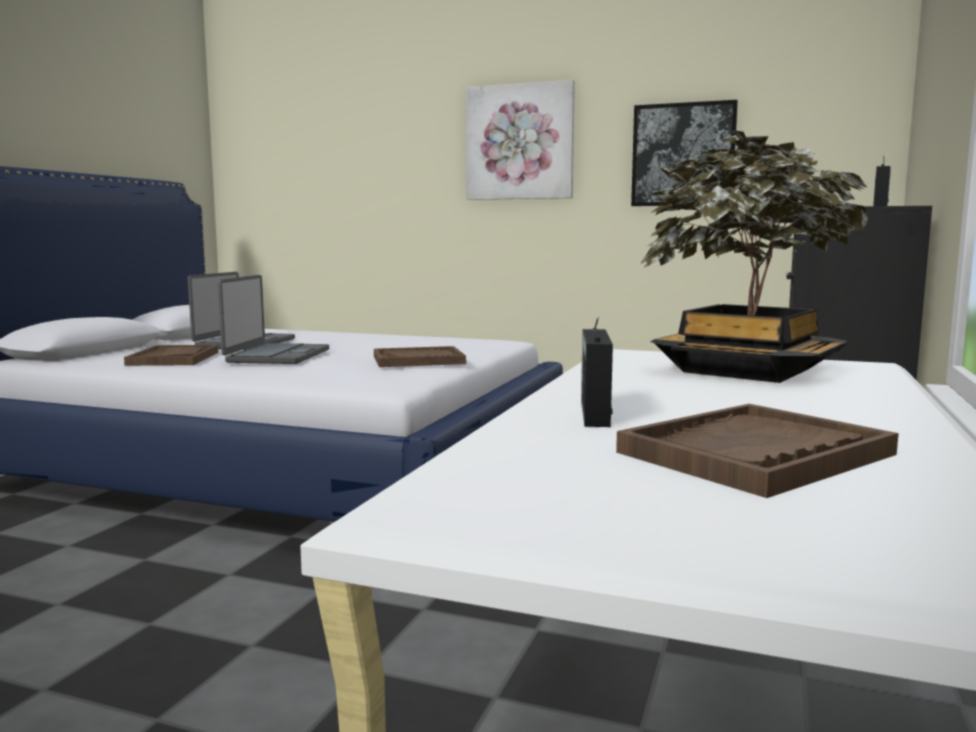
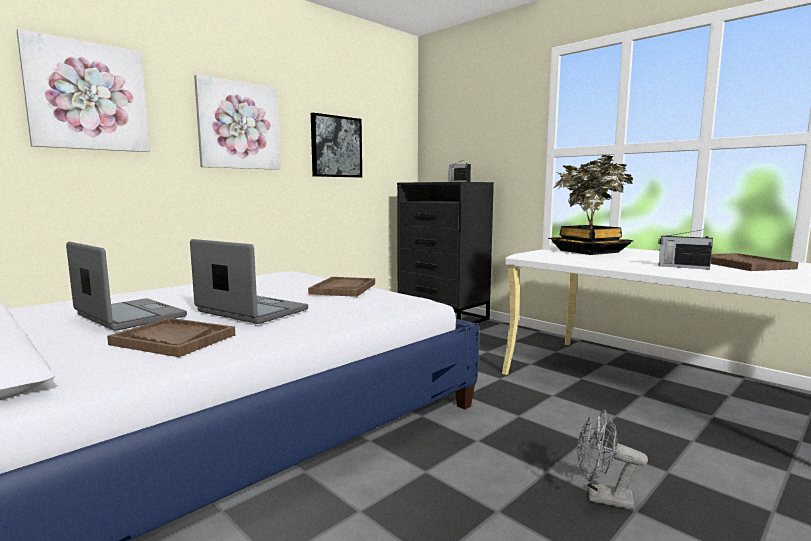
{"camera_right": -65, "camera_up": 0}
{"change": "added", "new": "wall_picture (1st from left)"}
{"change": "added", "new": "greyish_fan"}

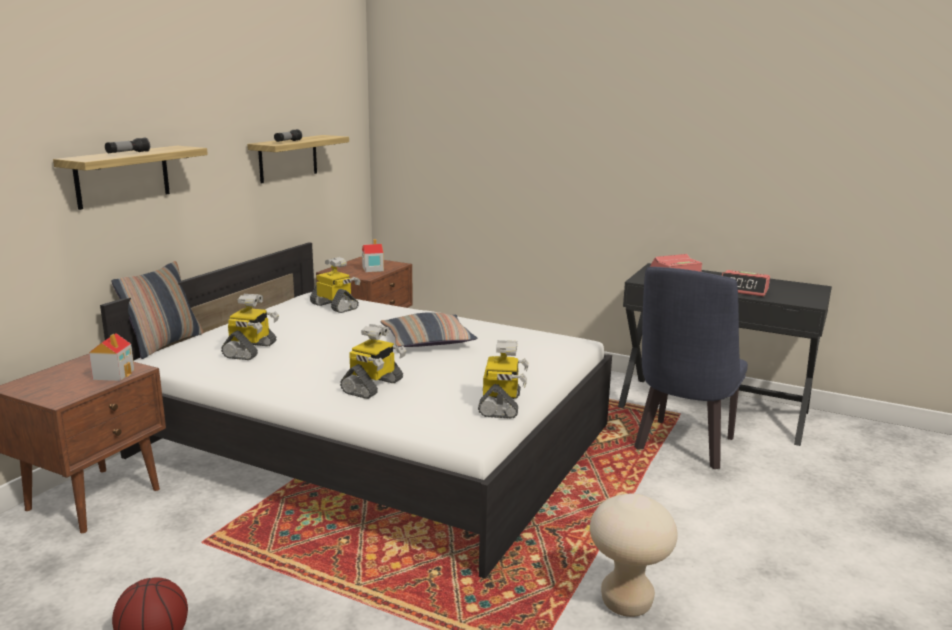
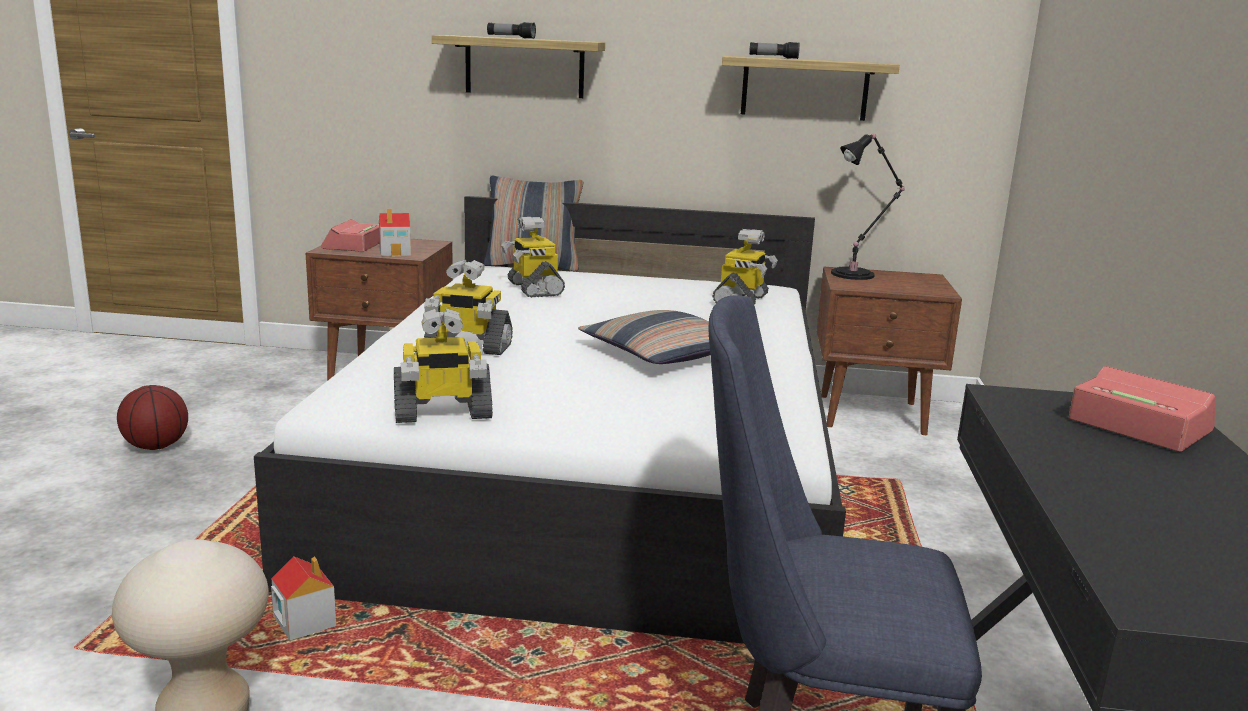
{"camera_right": 70, "camera_up": 0}
{"change": "moved", "old": "miniature_house (2nd from left in the first image)", "new": "miniature_house (1st from left)"}
{"change": "moved", "old": "table_clock (2nd from left in the first image)", "new": "table_clock (1st from left)"}
{"change": "turned", "old": "robot_figure (1st from left in the first image)", "degrees": 75}
{"change": "added", "new": "blackish_tabletop_lamp"}

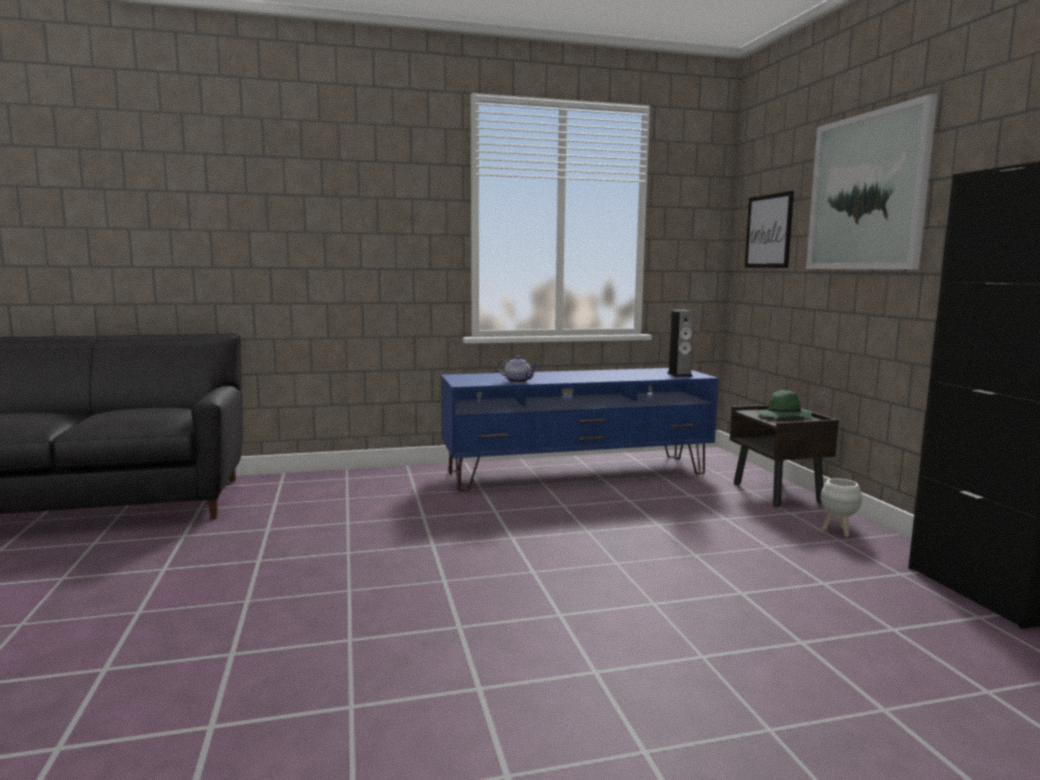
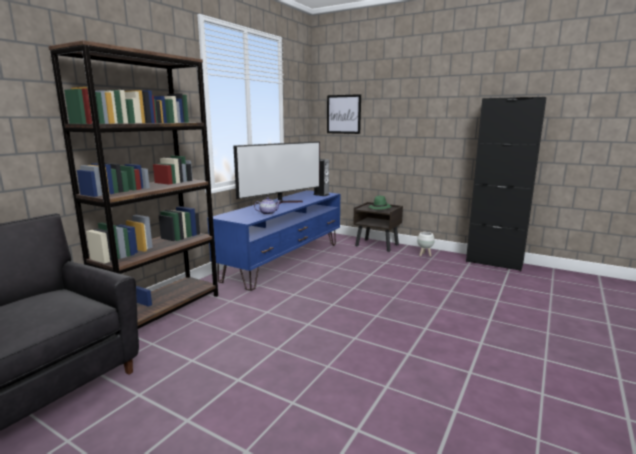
{"camera_right": -45, "camera_up": 5}
{"change": "removed", "old": "wall_picture (2nd from left)"}
{"change": "added", "new": "brown-coloured_bookcase"}
{"change": "added", "new": "TV_set"}

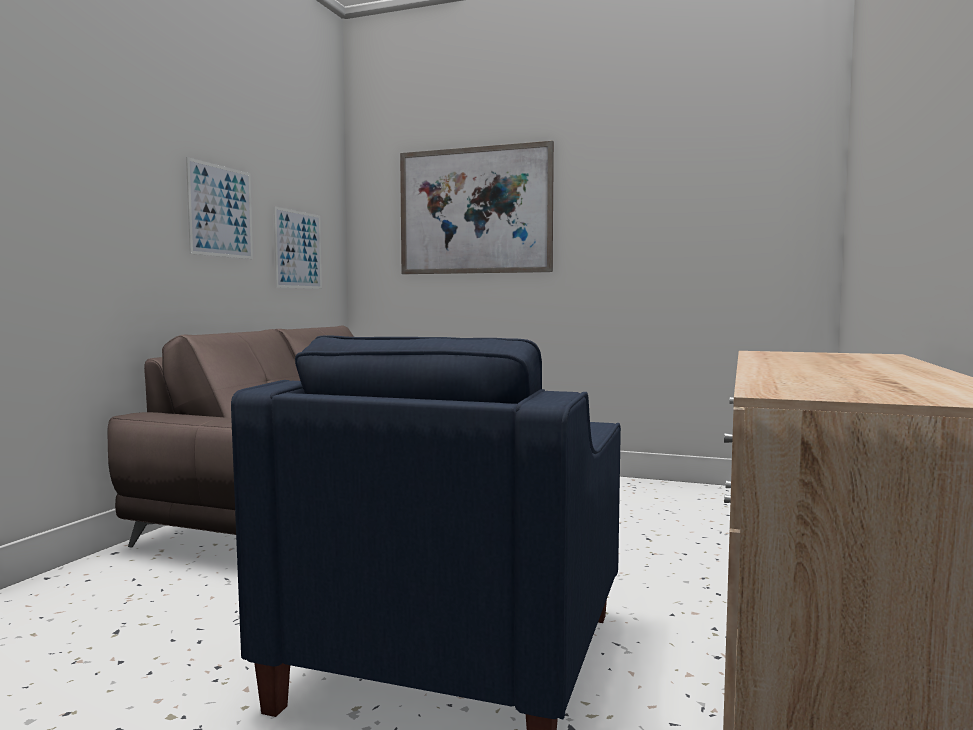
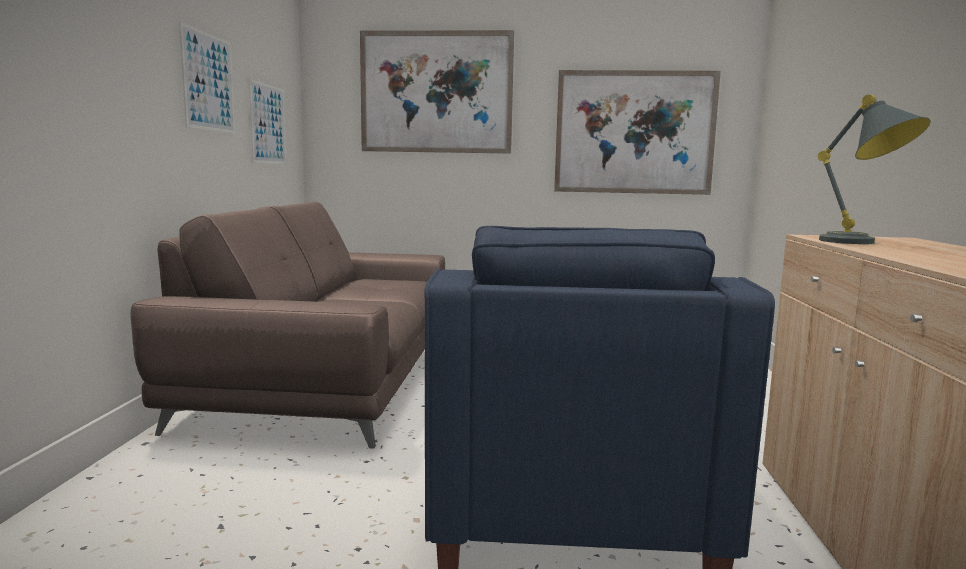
{"camera_right": -15, "camera_up": 5}
{"change": "added", "new": "wall_picture (4th from left)"}
{"change": "added", "new": "greyish_tabletop_lamp"}

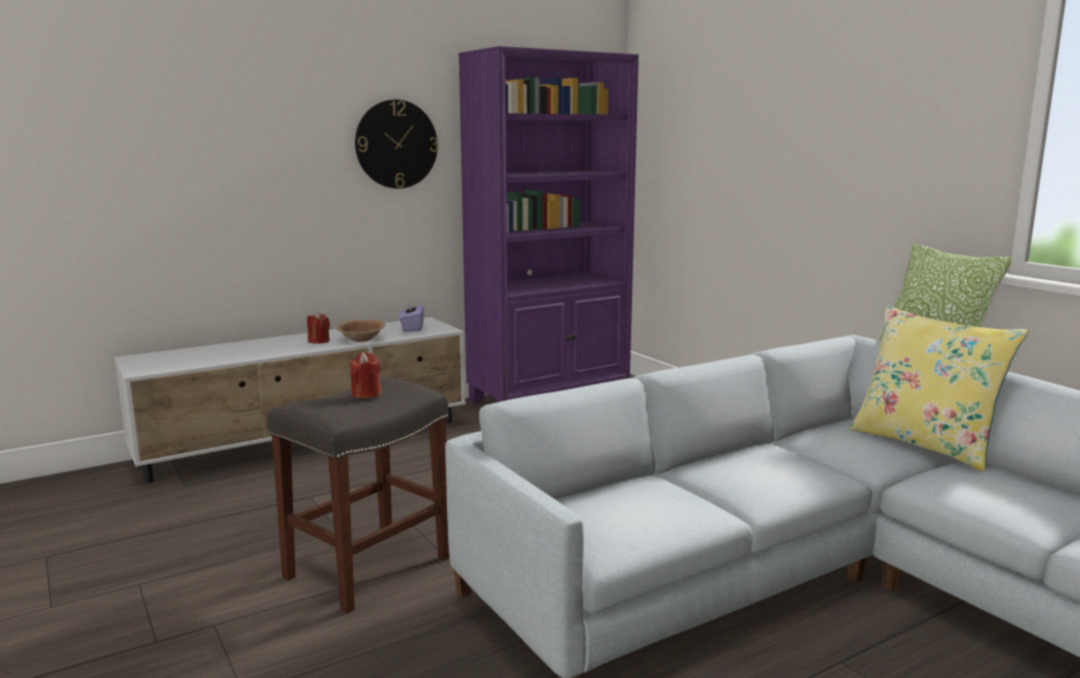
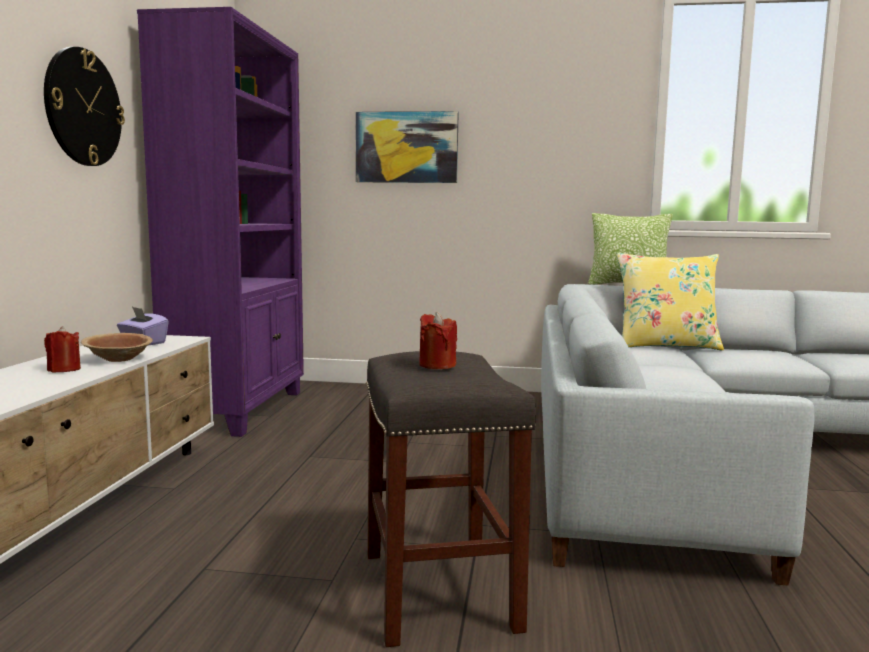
{"camera_right": -50, "camera_up": -5}
{"change": "added", "new": "wall_picture"}

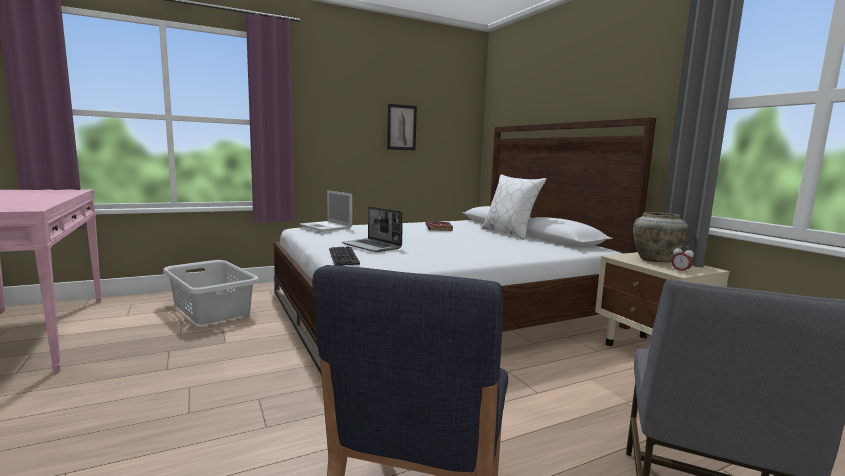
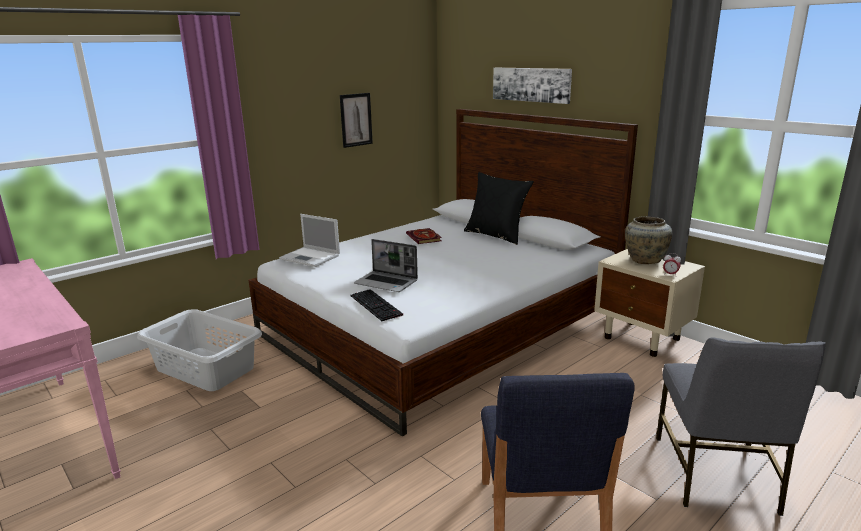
{"camera_right": -15, "camera_up": 10}
{"change": "recoloured", "old": "white_pillow", "new": "blackish_pillow"}
{"change": "added", "new": "wall_picture (2nd from left)"}

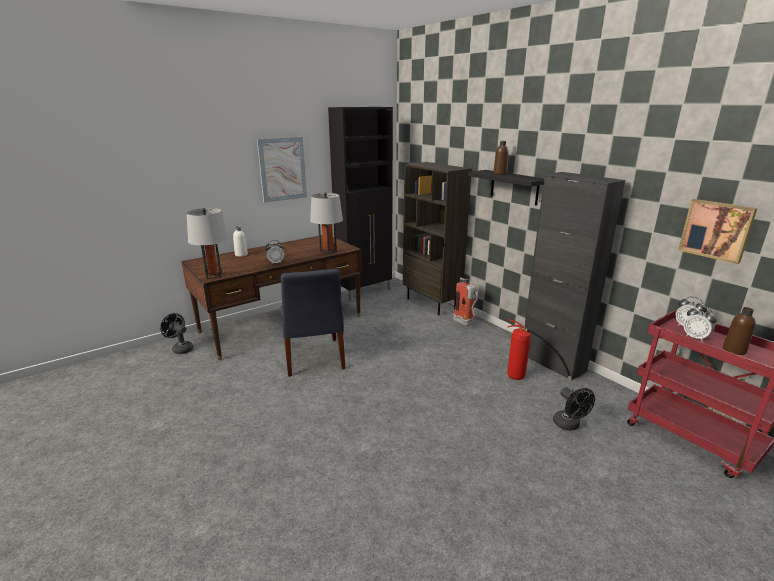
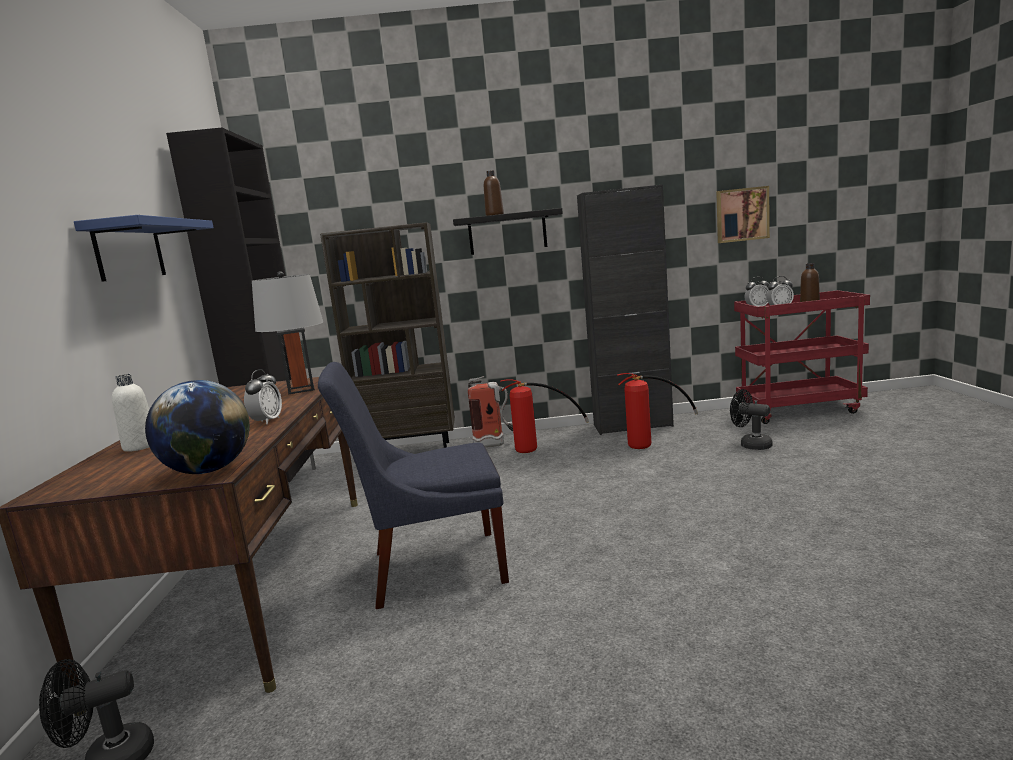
{"camera_right": -55, "camera_up": -10}
{"change": "replaced", "old": "wall_picture (1st from left)", "new": "blue-coloured_wall_shelf"}
{"change": "replaced", "old": "greyish_tabletop_lamp (1st from left)", "new": "globe"}
{"change": "turned", "old": "blue-coloured_chair", "degrees": 150}
{"change": "turned", "old": "blackish_fan (2nd from left)", "degrees": -150}
{"change": "added", "new": "extinguisher (2nd from left)"}

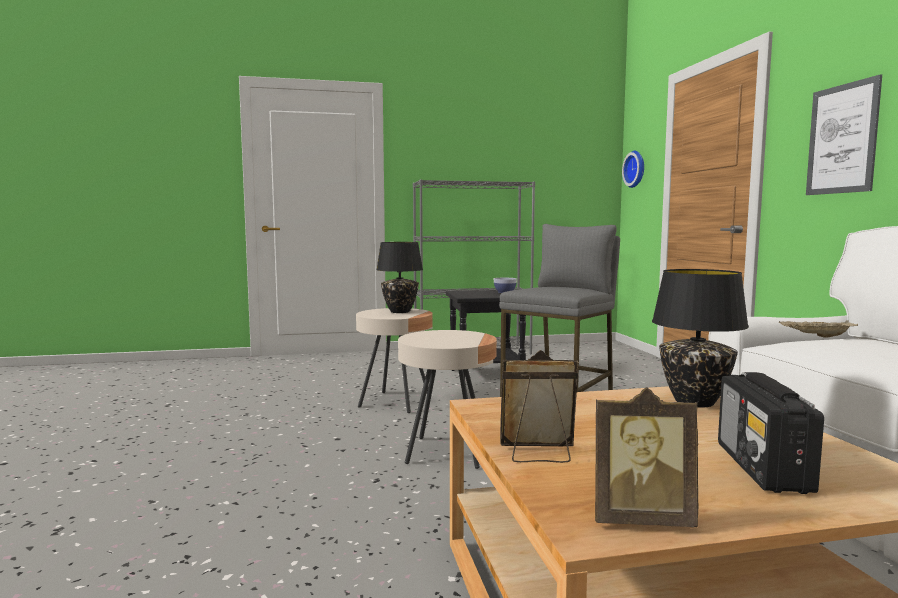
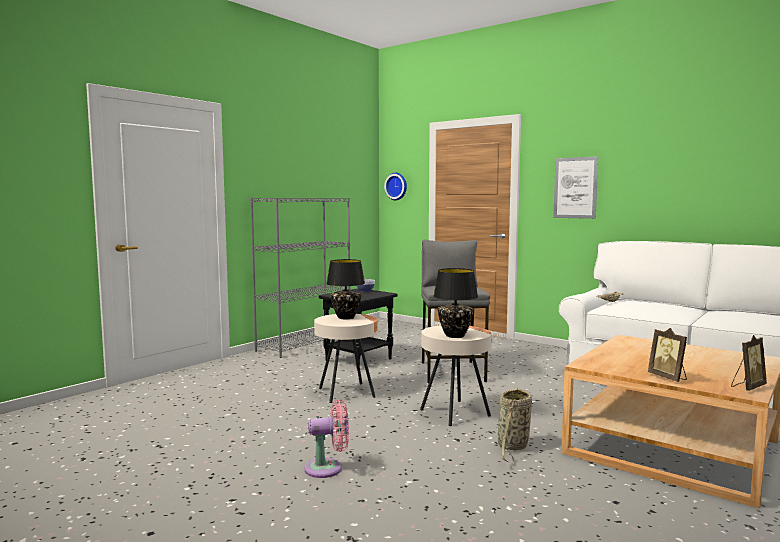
{"camera_right": -40, "camera_up": 0}
{"change": "moved", "old": "blackish_tabletop_lamp (2nd from left)"}
{"change": "turned", "old": "photo_frame (1st from left)", "degrees": -75}
{"change": "removed", "old": "radio_set"}
{"change": "added", "new": "household_basket"}
{"change": "added", "new": "pink-coloured_fan"}

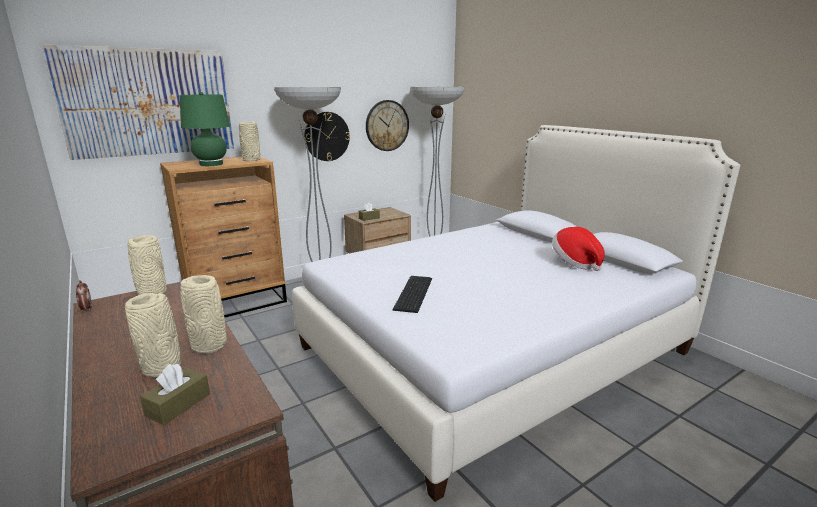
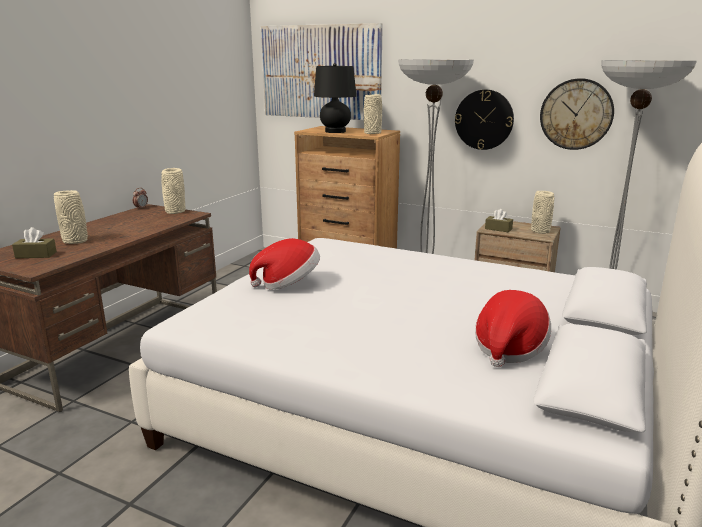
{"camera_right": 60, "camera_up": 0}
{"change": "recoloured", "old": "green-coloured_tabletop_lamp", "new": "blackish_tabletop_lamp"}
{"change": "moved", "old": "beige_flower_vase (3rd from left in the first image)", "new": "beige_flower_vase (4th from left)"}
{"change": "replaced", "old": "PC_keyboard", "new": "clothing_hat (1st from left)"}

